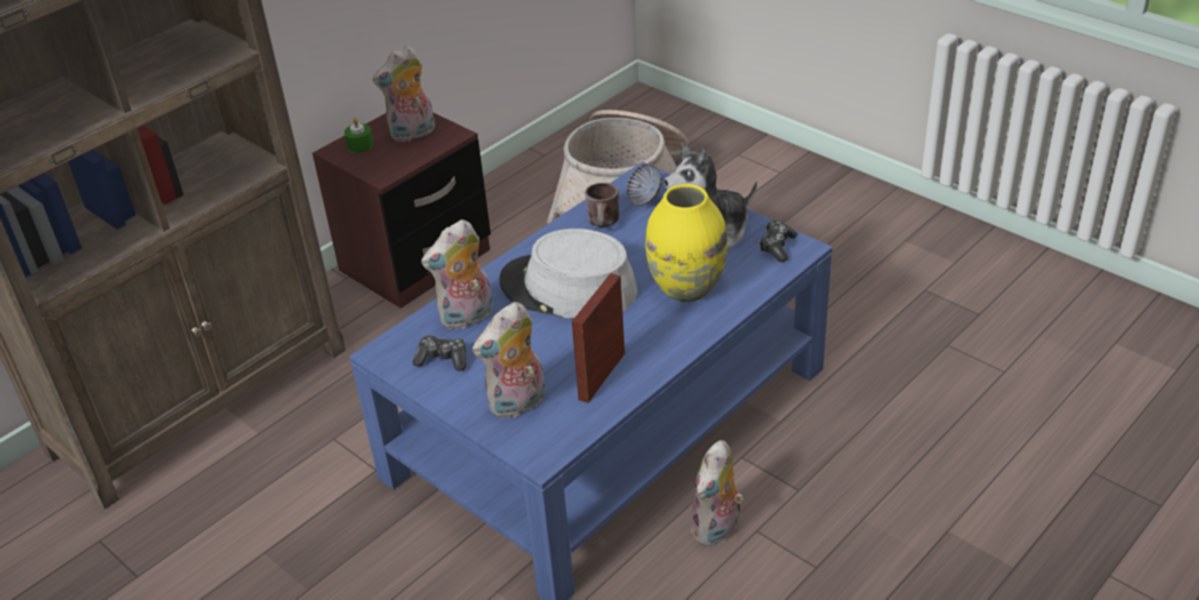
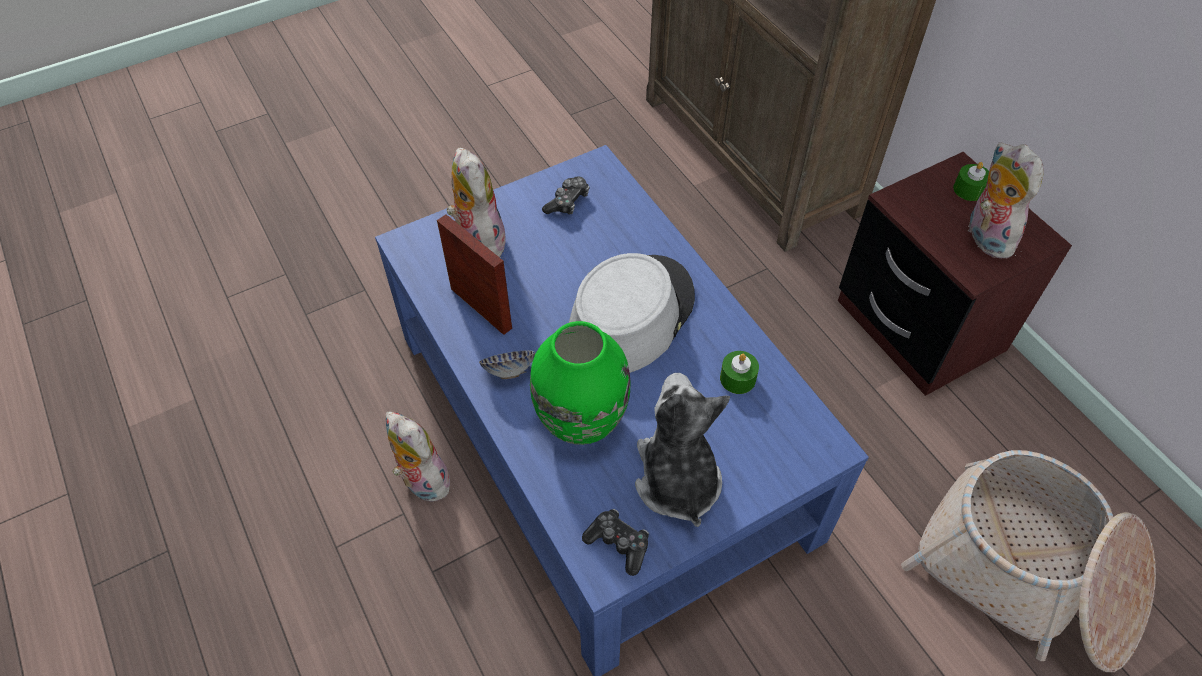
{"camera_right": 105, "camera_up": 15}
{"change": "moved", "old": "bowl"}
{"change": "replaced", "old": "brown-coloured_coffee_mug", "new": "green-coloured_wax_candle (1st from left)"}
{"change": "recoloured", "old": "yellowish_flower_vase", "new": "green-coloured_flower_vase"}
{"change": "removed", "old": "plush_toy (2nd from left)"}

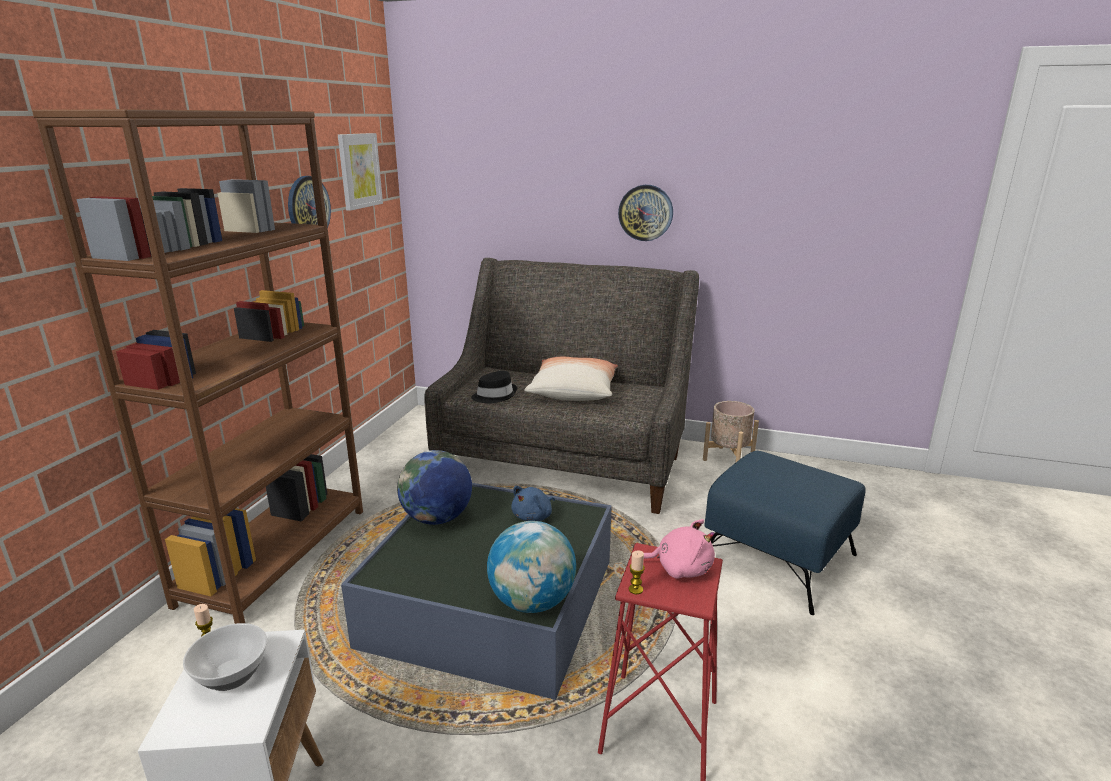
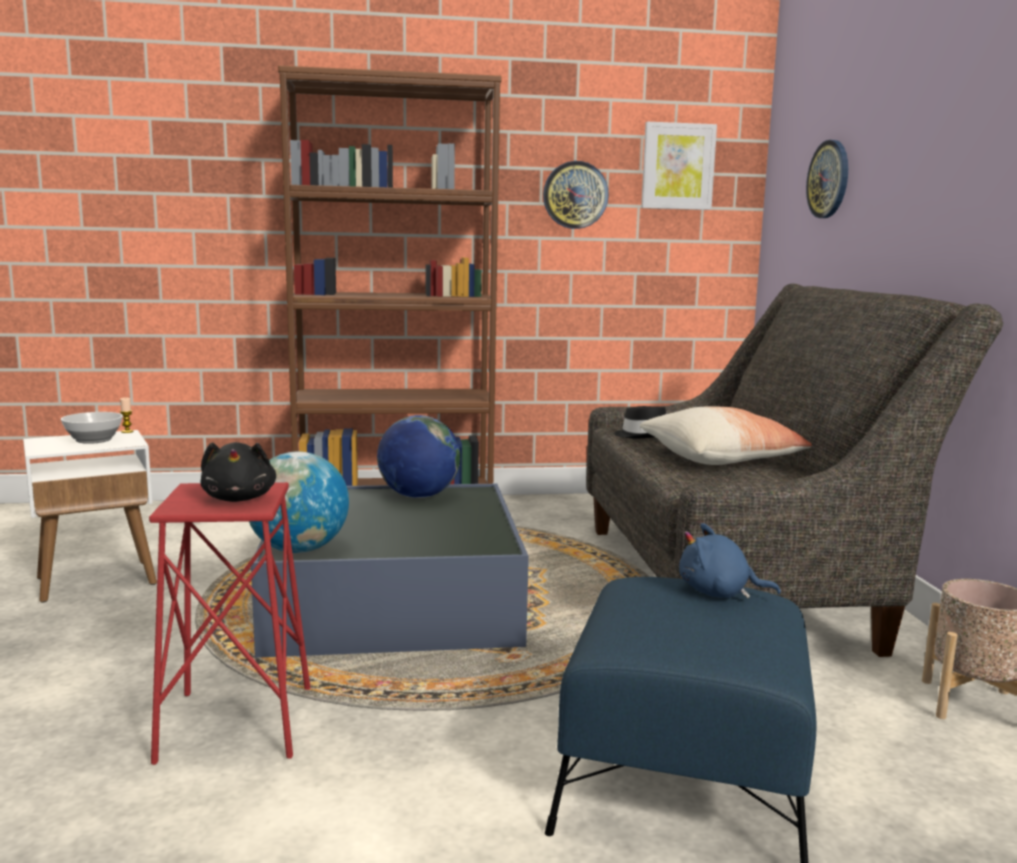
{"camera_right": 65, "camera_up": -10}
{"change": "moved", "old": "hanging_clock (2nd from left)"}
{"change": "moved", "old": "blue-coloured_plush_toy"}
{"change": "recoloured", "old": "pink-coloured_plush_toy", "new": "blackish_plush_toy"}
{"change": "removed", "old": "wax_candle (2nd from left)"}

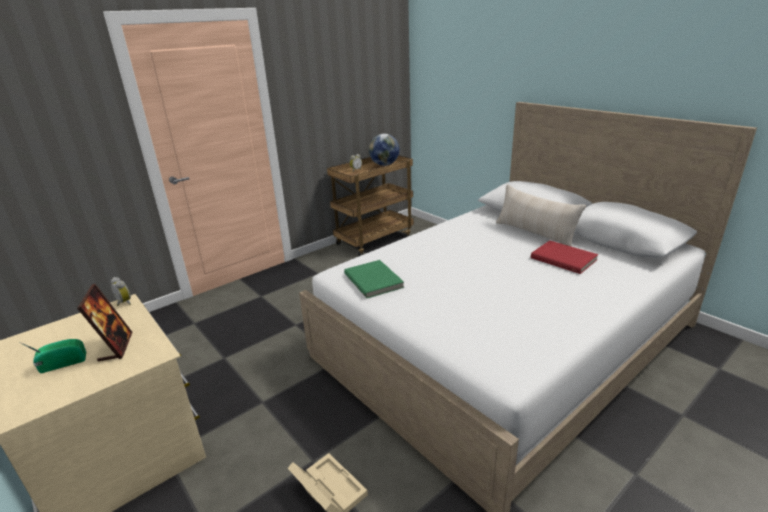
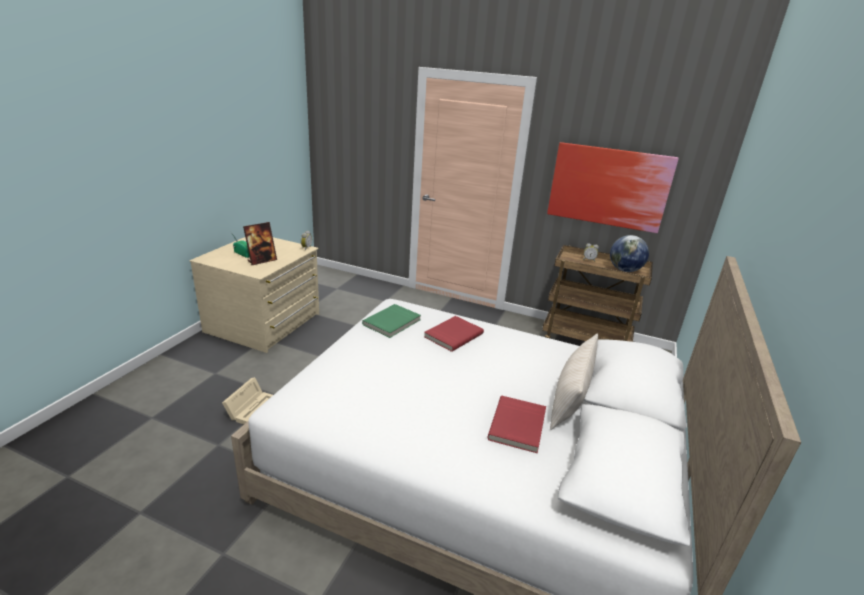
{"camera_right": 60, "camera_up": 0}
{"change": "added", "new": "wall_picture"}
{"change": "added", "new": "red-coloured_book (1st from left)"}

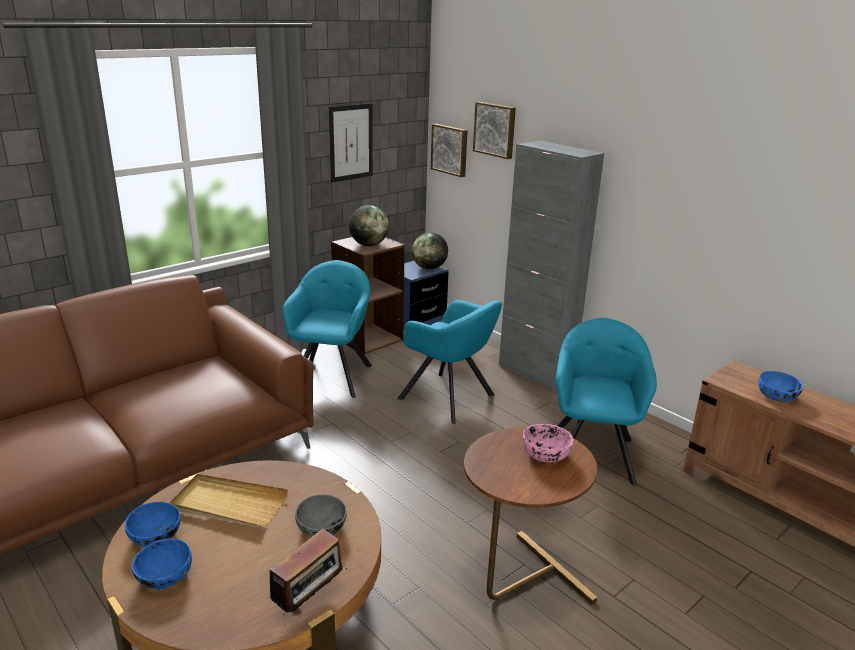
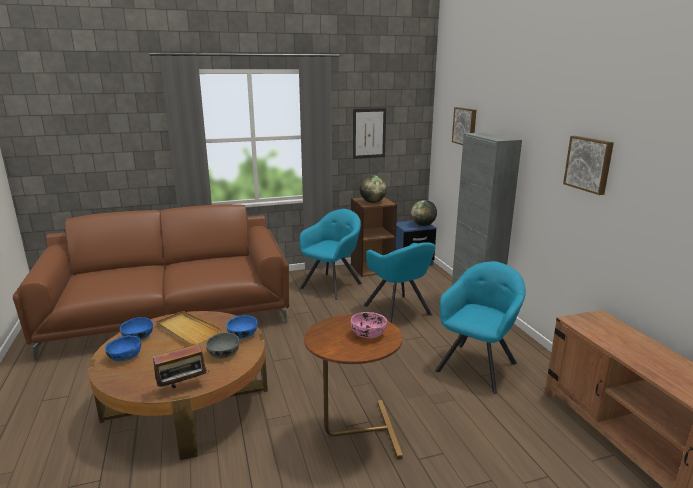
{"camera_right": 25, "camera_up": -5}
{"change": "moved", "old": "wall_picture (2nd from left in the first image)", "new": "wall_picture (3rd from left)"}
{"change": "moved", "old": "blue-coloured_bowl (3rd from left)"}

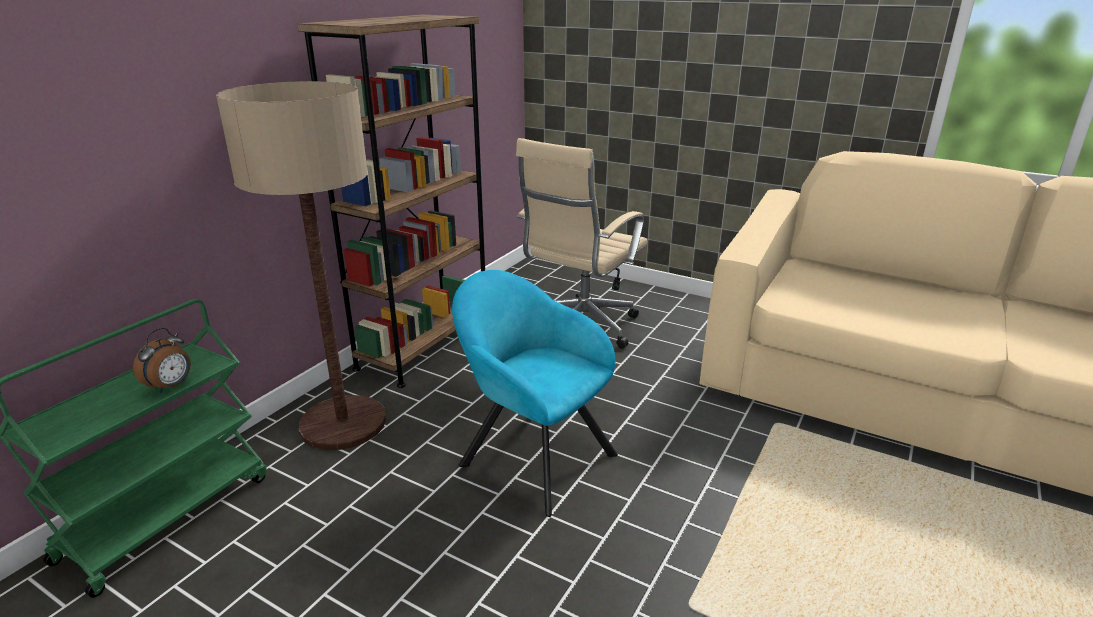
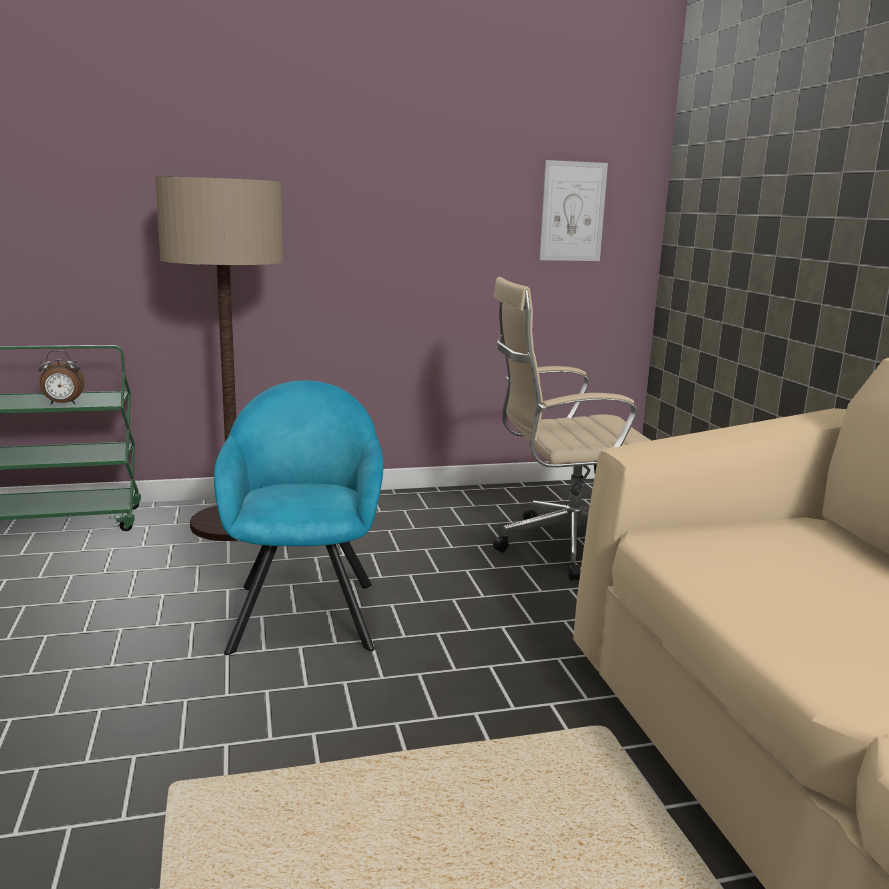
{"camera_right": 45, "camera_up": -10}
{"change": "removed", "old": "brown-coloured_bookcase"}
{"change": "added", "new": "wall_picture"}

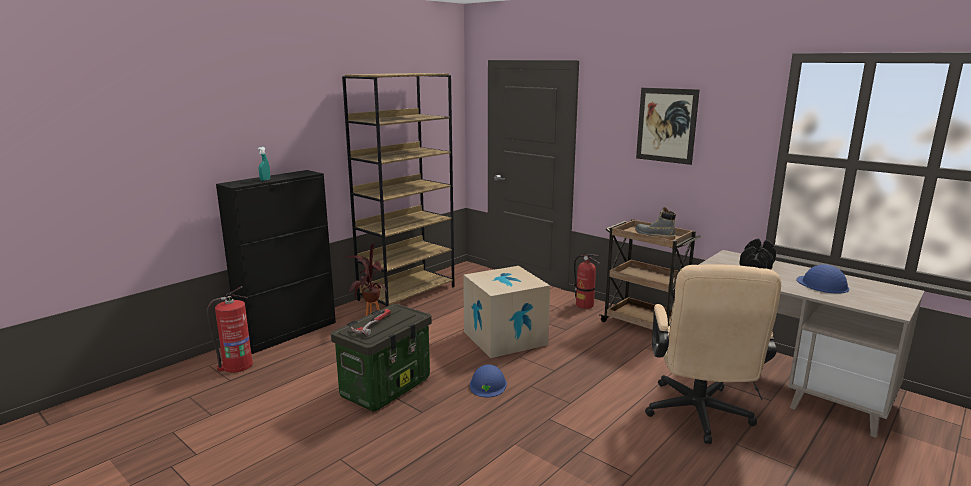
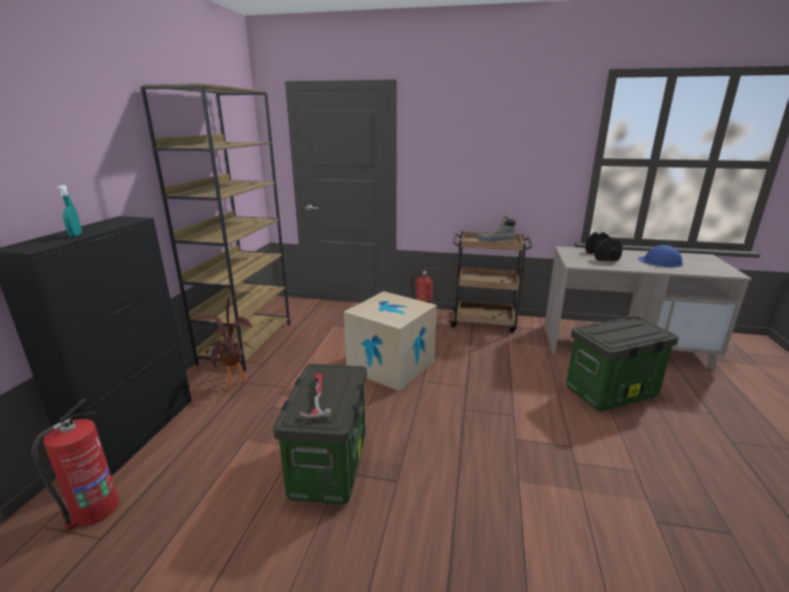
{"camera_right": -30, "camera_up": 5}
{"change": "removed", "old": "wall_picture"}
{"change": "replaced", "old": "beige_desk_chair", "new": "storage_bin (2nd from left)"}
{"change": "removed", "old": "blue-coloured_hard_hat (1st from left)"}

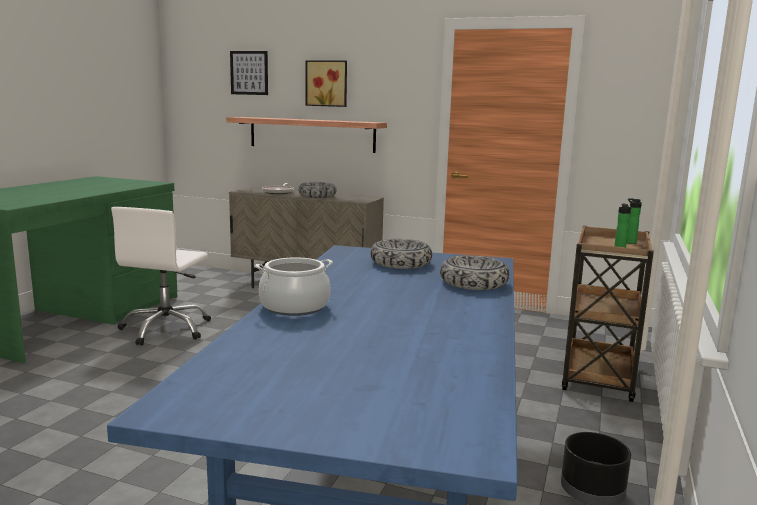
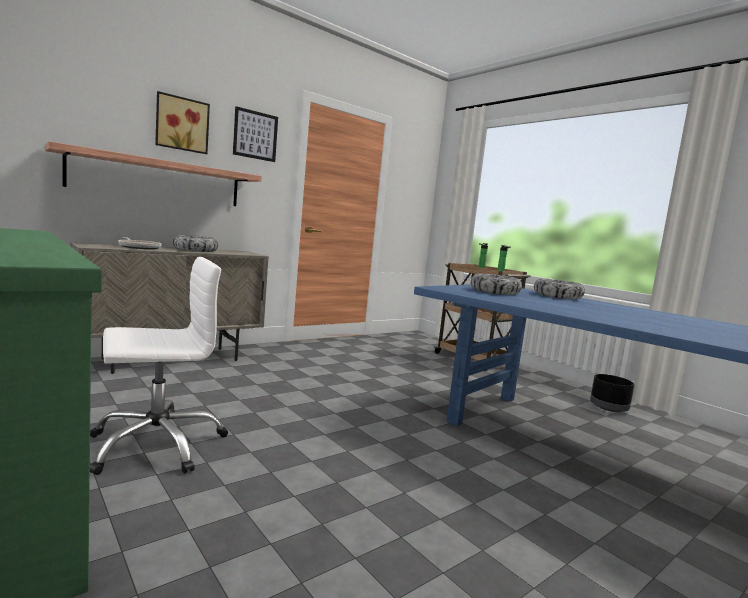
{"camera_right": -60, "camera_up": -5}
{"change": "moved", "old": "wall_picture (1st from left in the first image)", "new": "wall_picture (2nd from left)"}
{"change": "turned", "old": "white_desk_chair", "degrees": -75}
{"change": "removed", "old": "cooking_pot"}

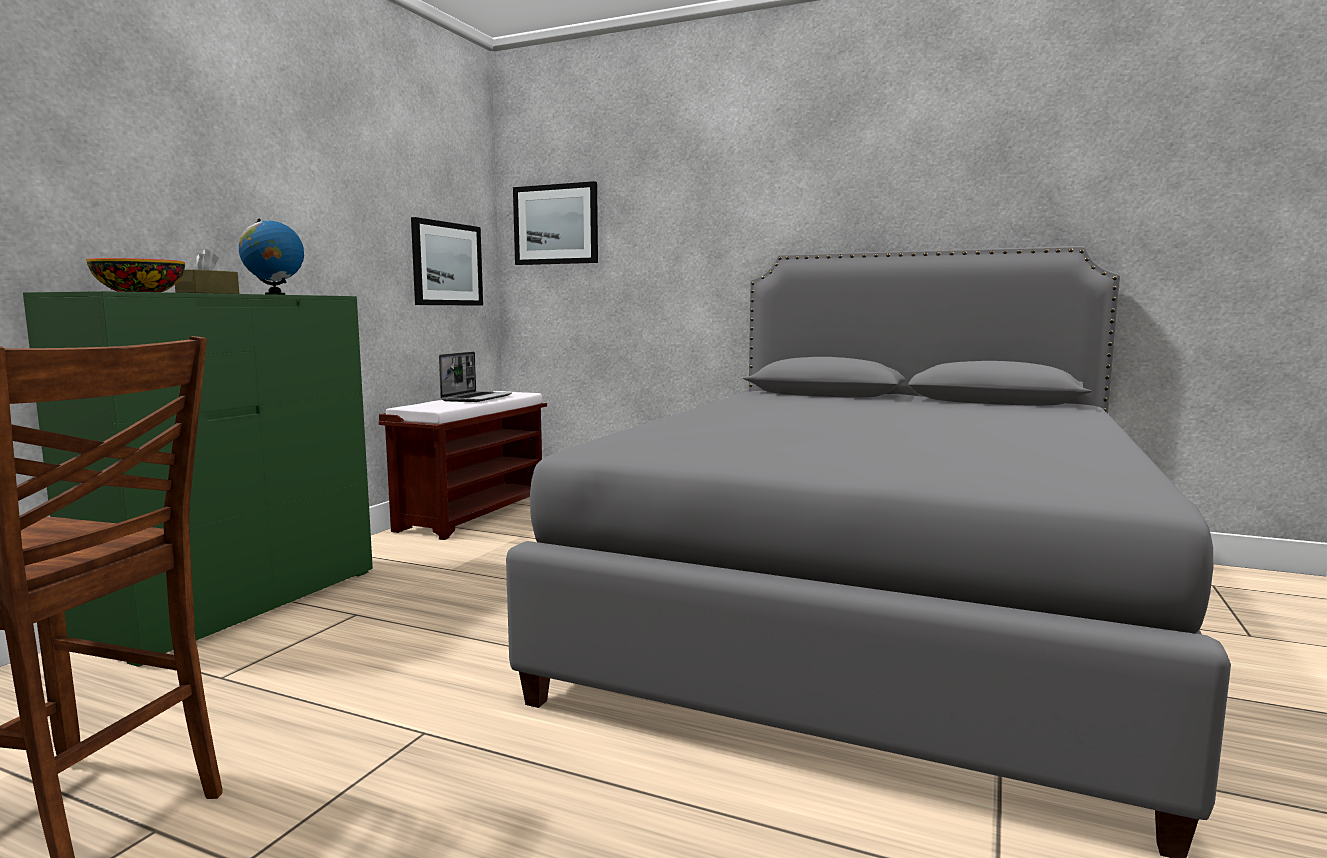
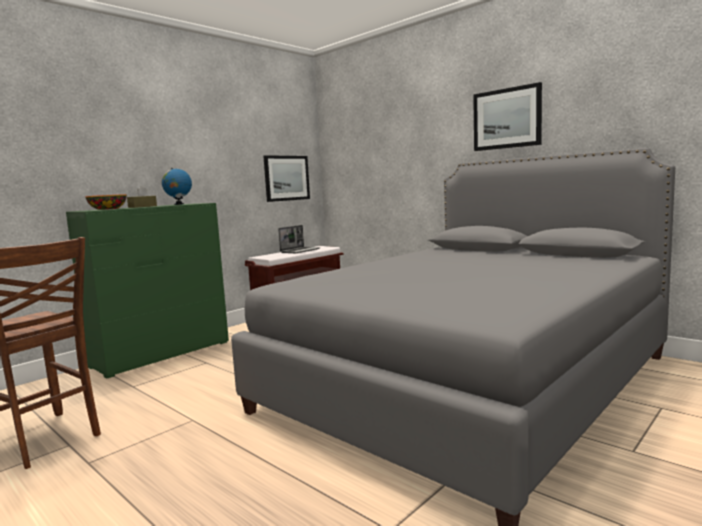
{"camera_right": 20, "camera_up": 0}
{"change": "moved", "old": "wall_picture (2nd from left)"}

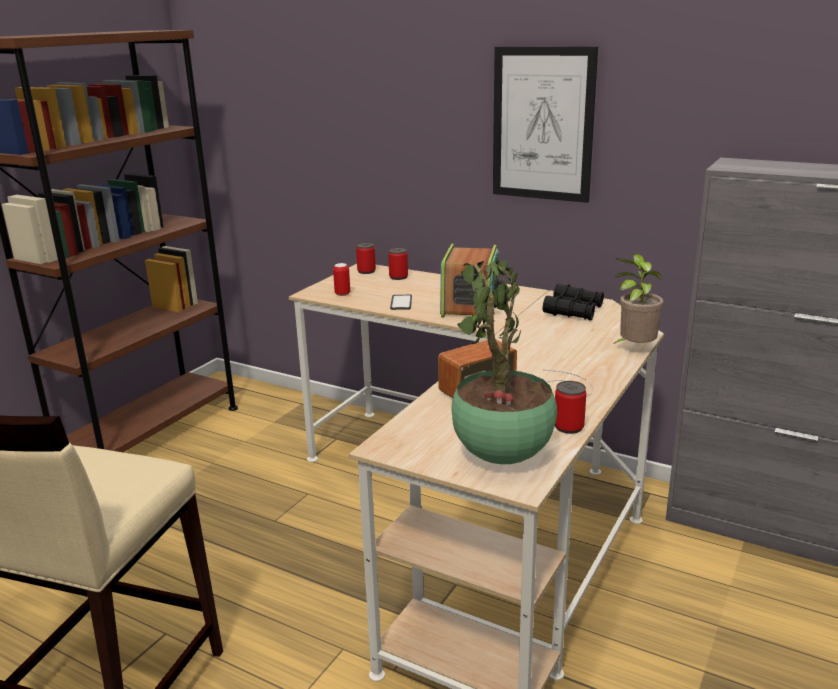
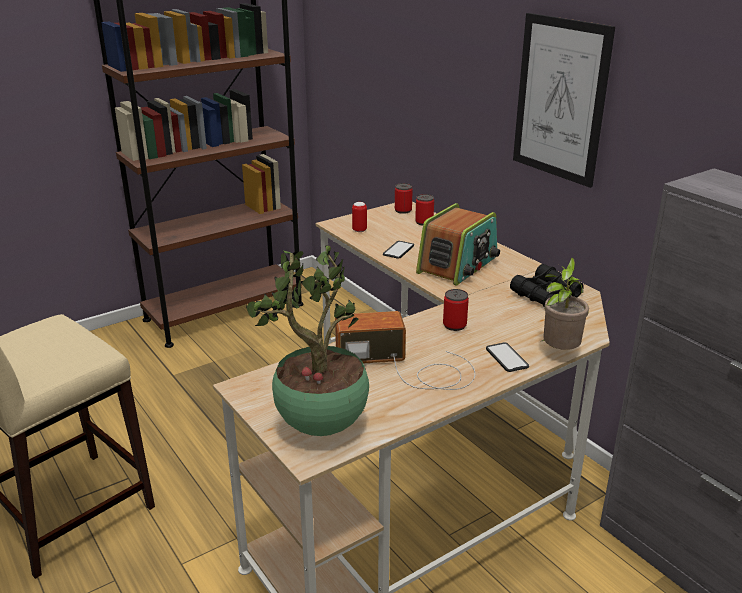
{"camera_right": 25, "camera_up": 5}
{"change": "moved", "old": "metal_can (4th from left)"}
{"change": "added", "new": "telephone (2nd from left)"}

